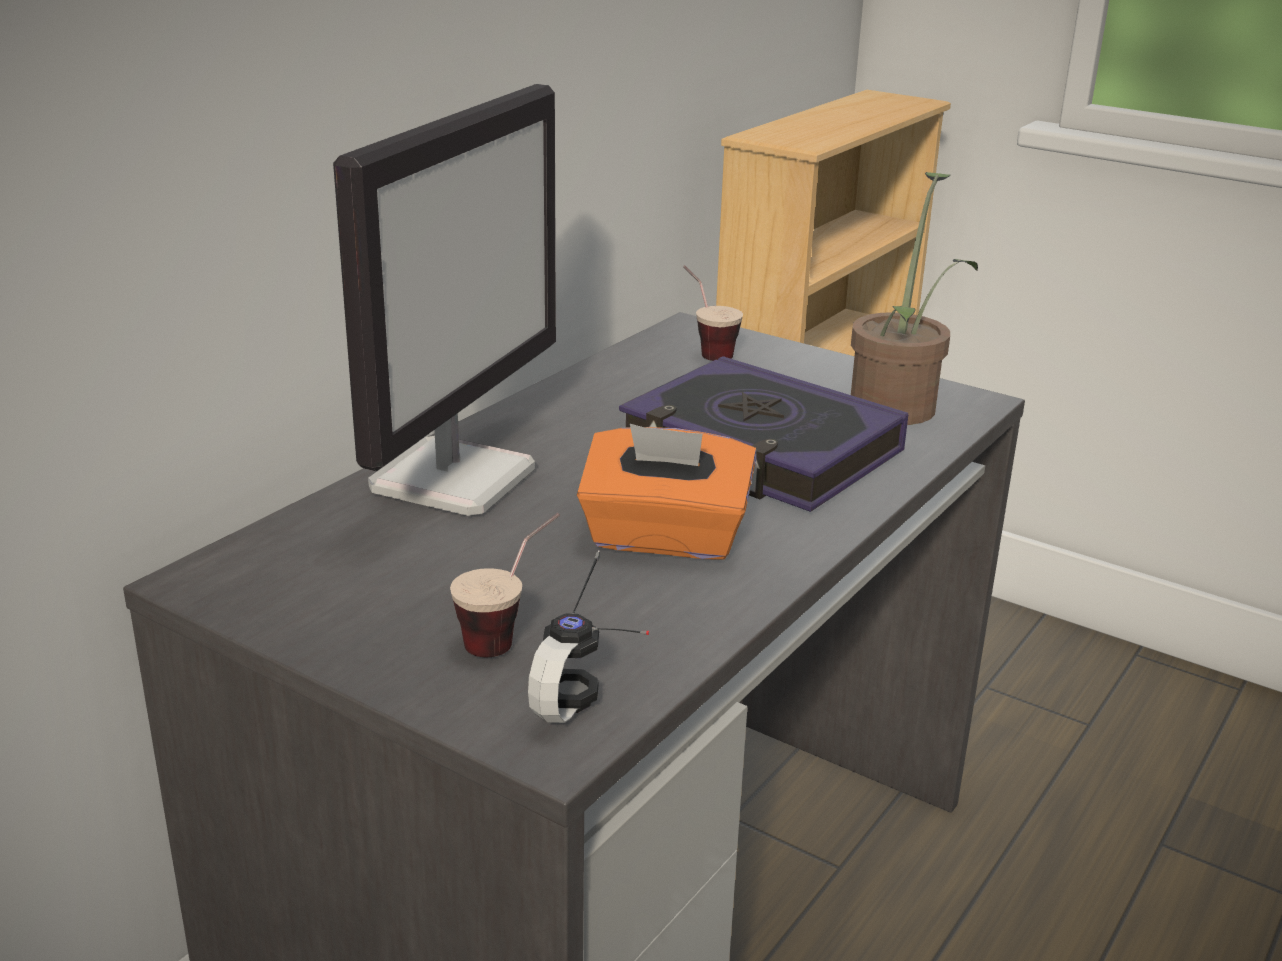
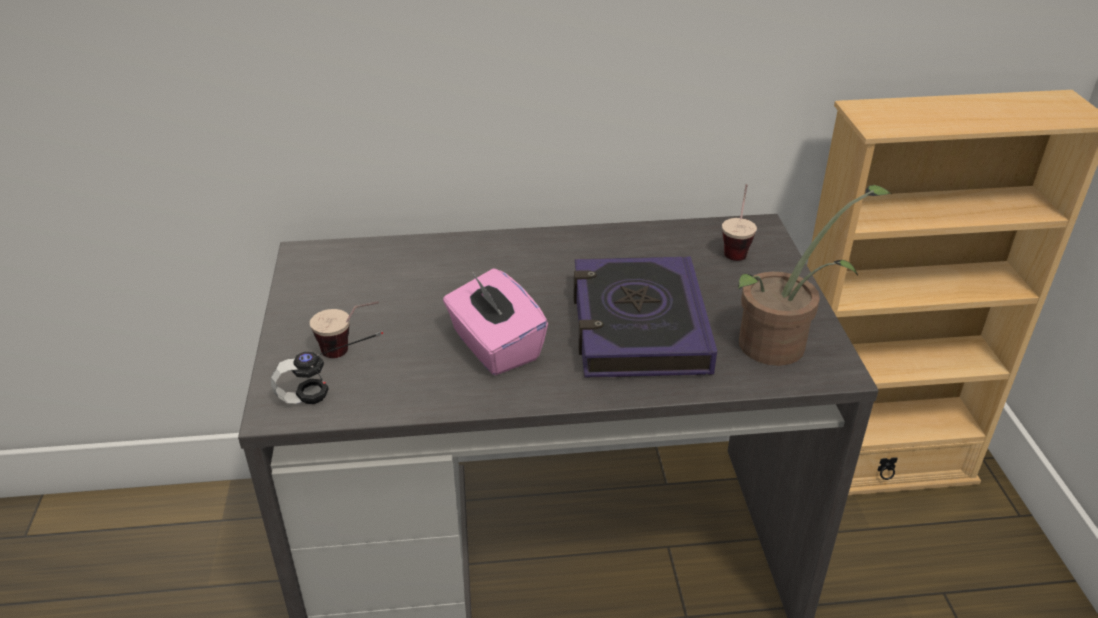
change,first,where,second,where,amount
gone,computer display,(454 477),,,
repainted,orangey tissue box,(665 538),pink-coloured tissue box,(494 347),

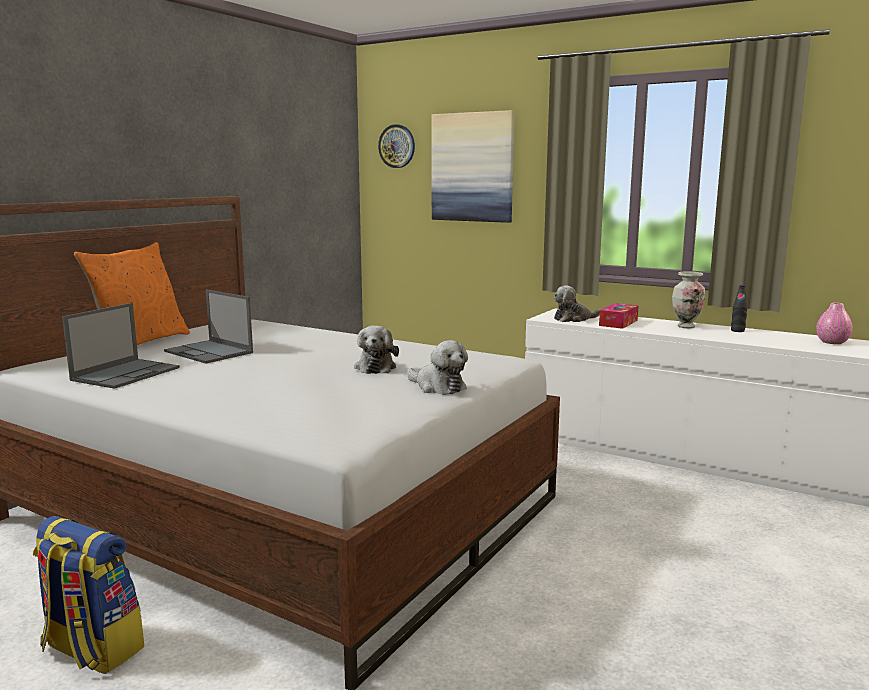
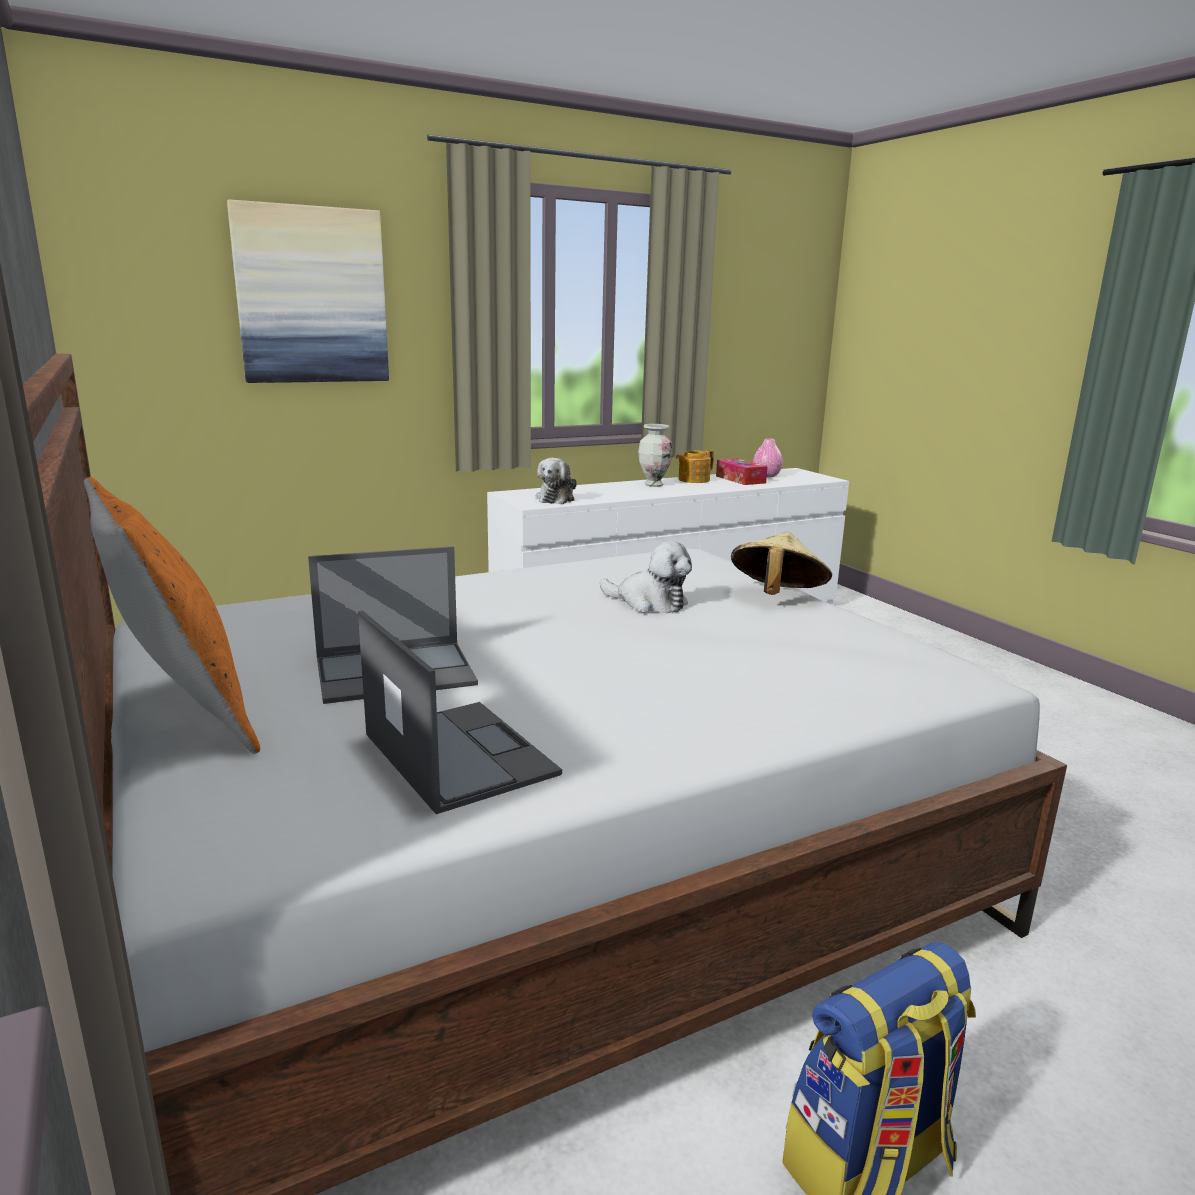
change,first,where,second,where,amount
gone,hanging clock,(397 146),,,
shifted,tissue box,(618 323),,(740 479),
swapped,plush toy,(437 387),beige clothing hat,(776 597),
swapped,black-coloured drink bottle,(737 331),pot for tea,(693 480),

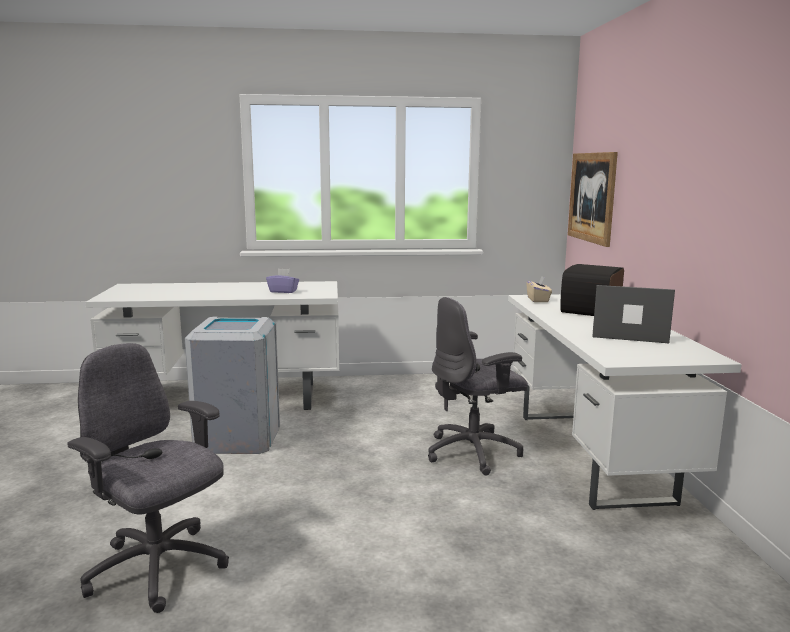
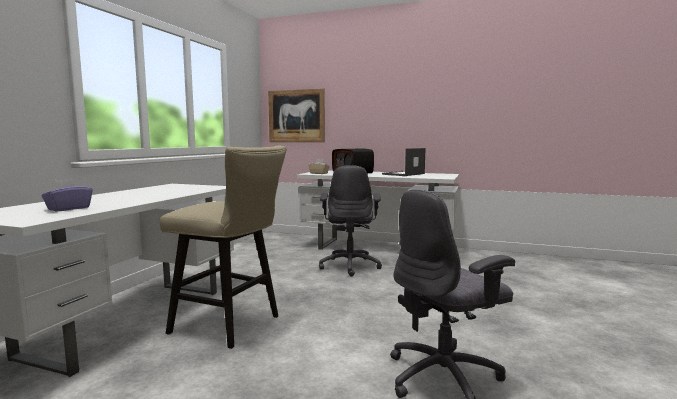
change,first,where,second,where,amount
shifted,purplish tissue box,(283 291),,(68 208),
swapped,gray rubbish bin,(237 437),beige stool seat,(232 325),

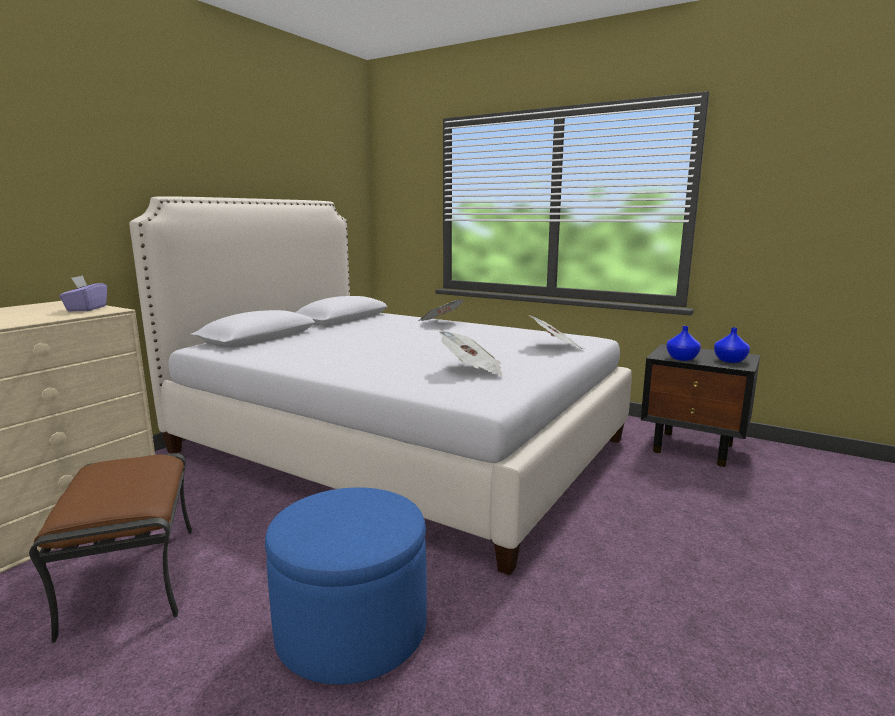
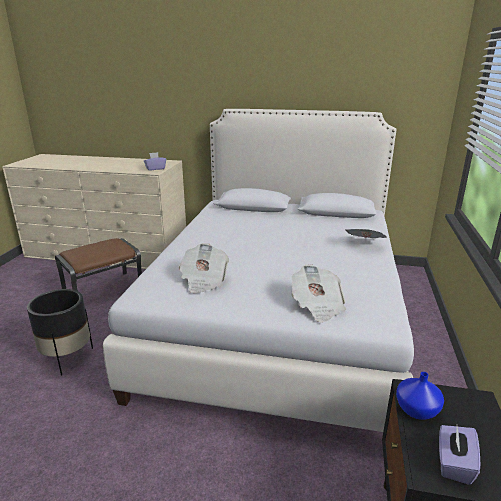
change,first,where,second,where,amount
swapped,blue ottoman,(352 629),black-coloured plant pot,(67 358),
swapped,blue flower vase,(730 360),purplish tissue box,(454 463),

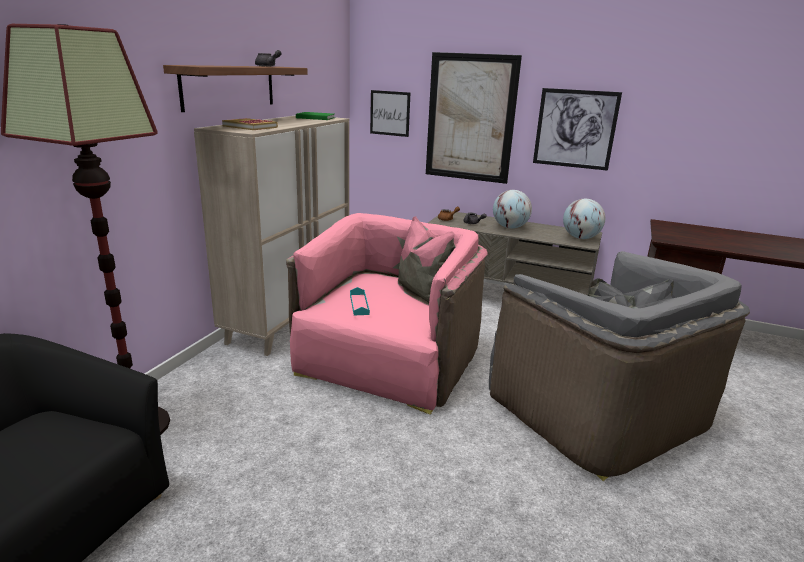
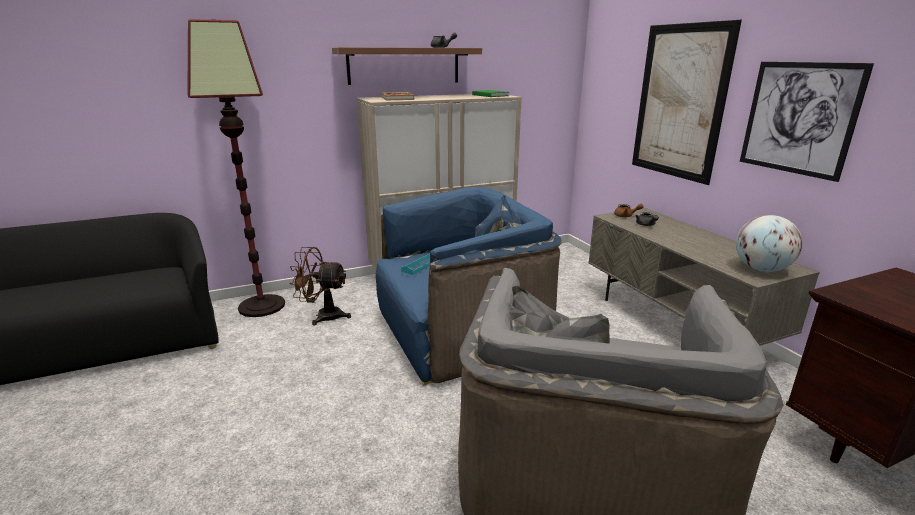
change,first,where,second,where,amount
gone,wall art,(390 113),,,
gone,desk globe,(510 227),,,
new,,,brown electric fan,(323 316),
repainted,pink-coloured lounge chair,(388 360),blue lounge chair,(461 332),

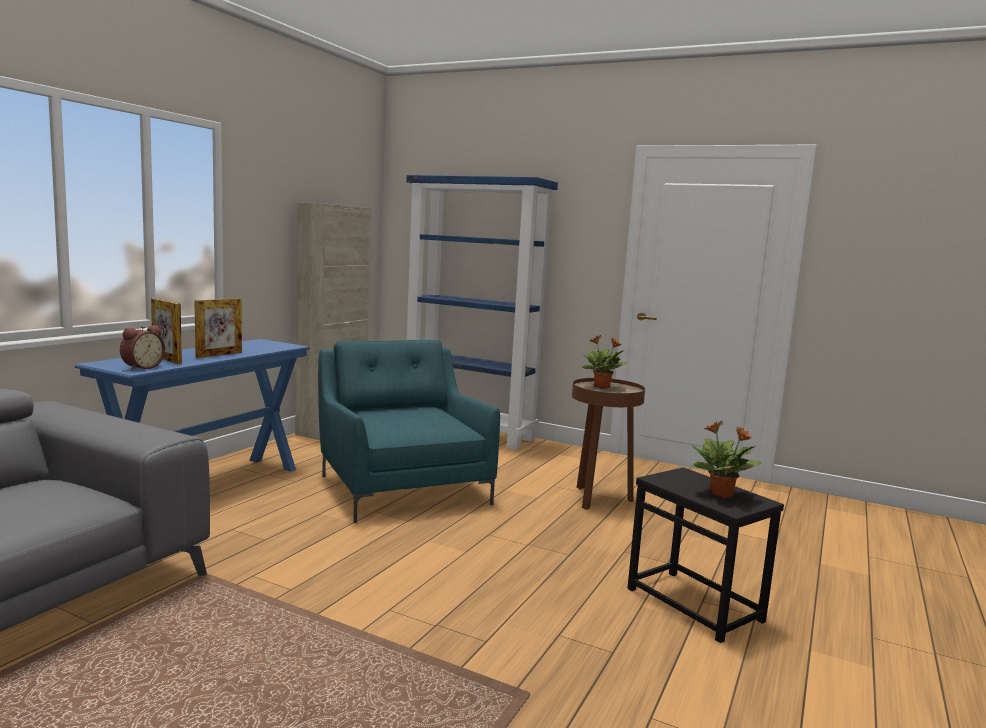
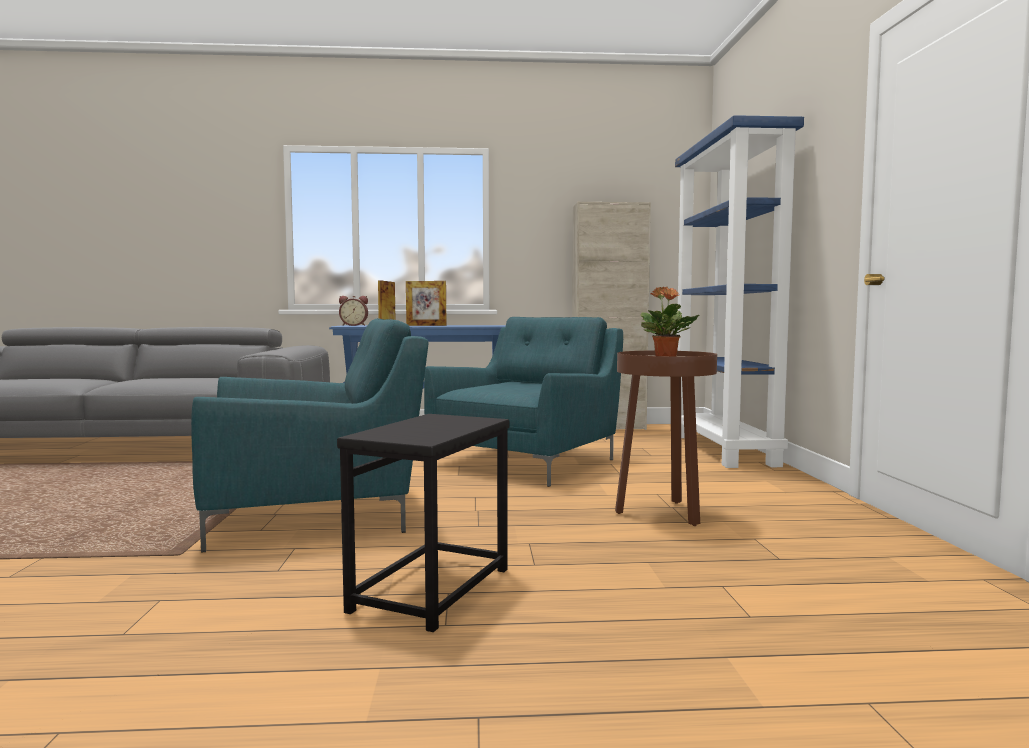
change,first,where,second,where,amount
gone,potted plant,(722 495),,,
new,,,blue-green lounge chair,(318 511),

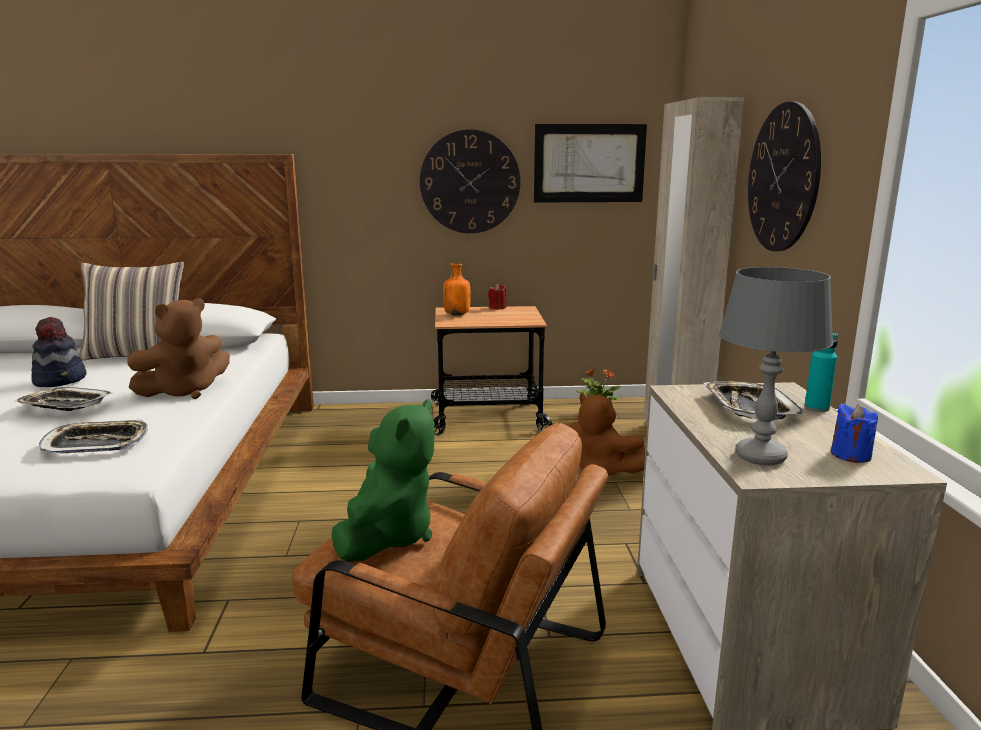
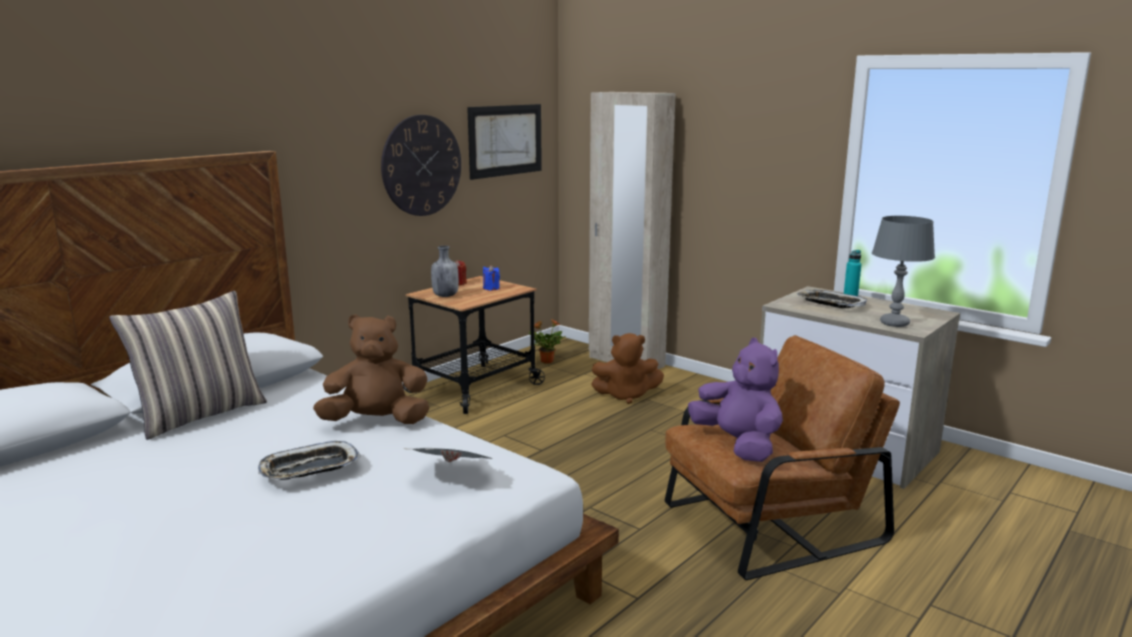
change,first,where,second,where,amount
gone,clothing hat,(61 380),,,
gone,hanging clock,(783 178),,,
shifted,blue wax light,(850 455),,(491 288),
swapped,tray,(96 444),daily paper,(452 475),
repainted,greenish plush toy,(388 536),purplish plush toy,(738 445),
repainted,orangey drink bottle,(457 314),gray drink bottle,(445 296),
rotated,brown plush toy,(185 391),,(376 421),105 degrees counterclockwise

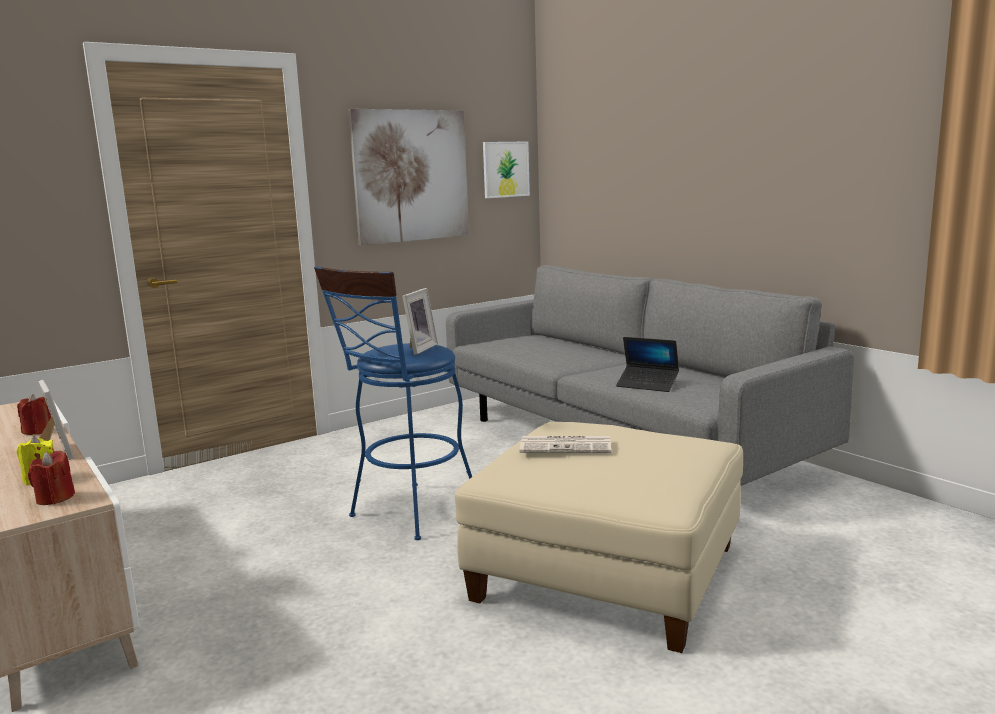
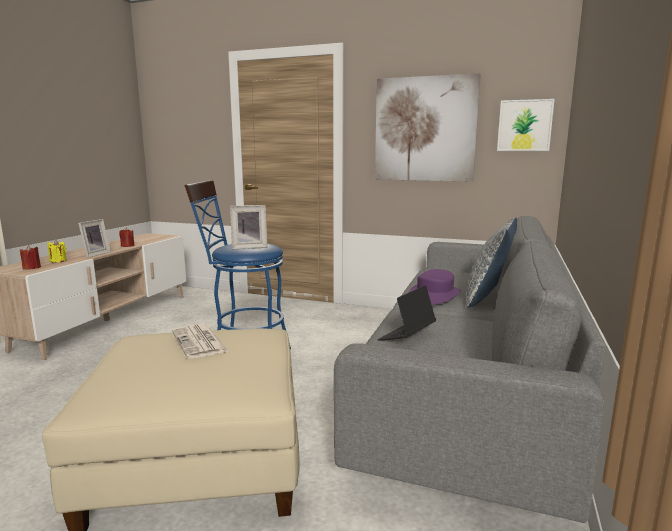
change,first,where,second,where,amount
new,,,purplish clothing hat,(435 295),
new,,,cushion,(489 298),
rotated,laptop,(647 385),,(406 336),45 degrees clockwise

